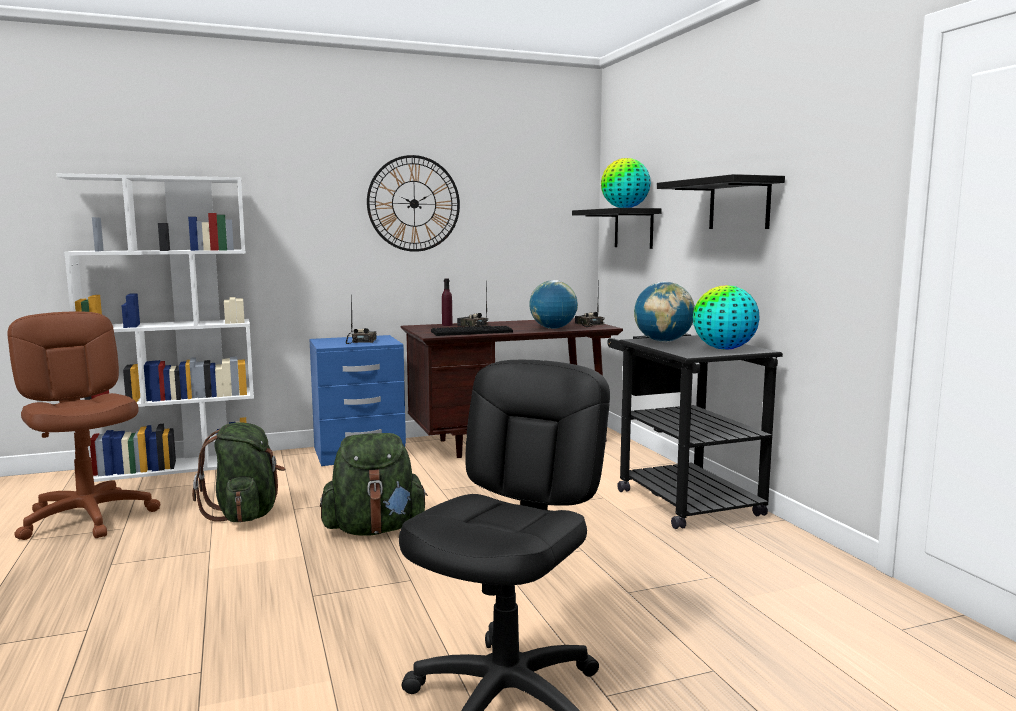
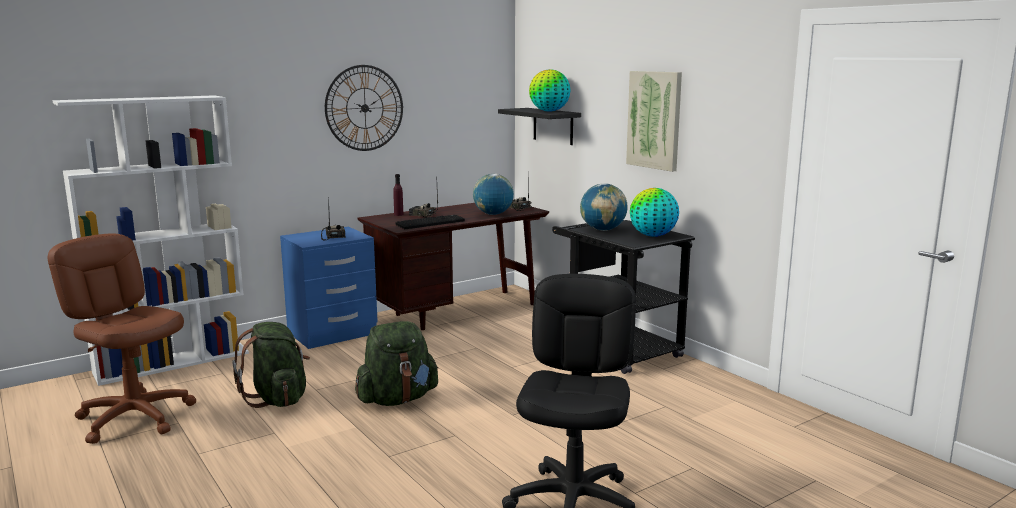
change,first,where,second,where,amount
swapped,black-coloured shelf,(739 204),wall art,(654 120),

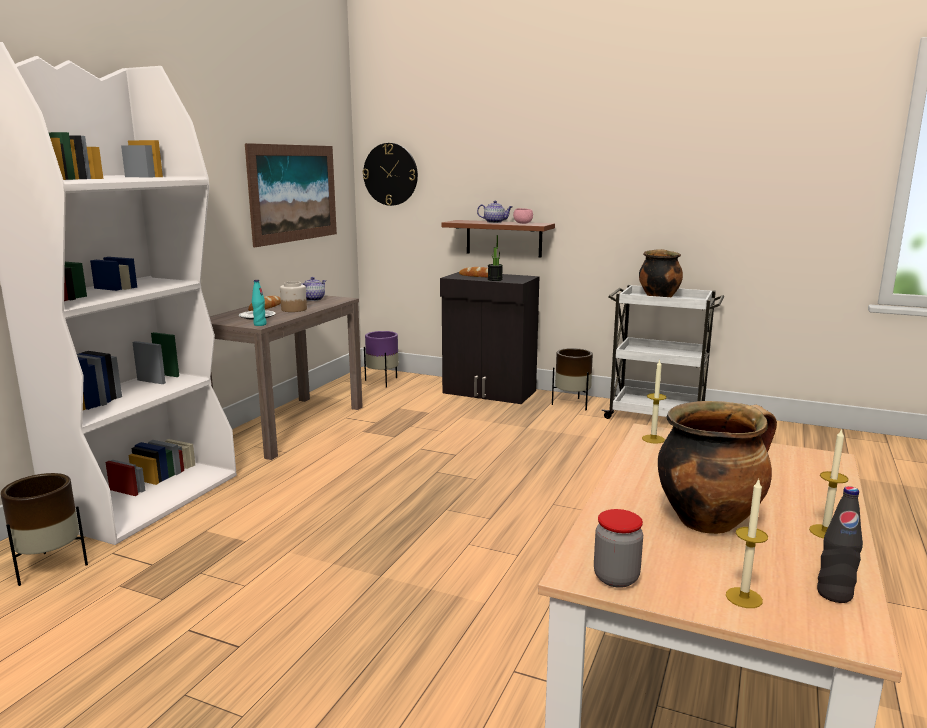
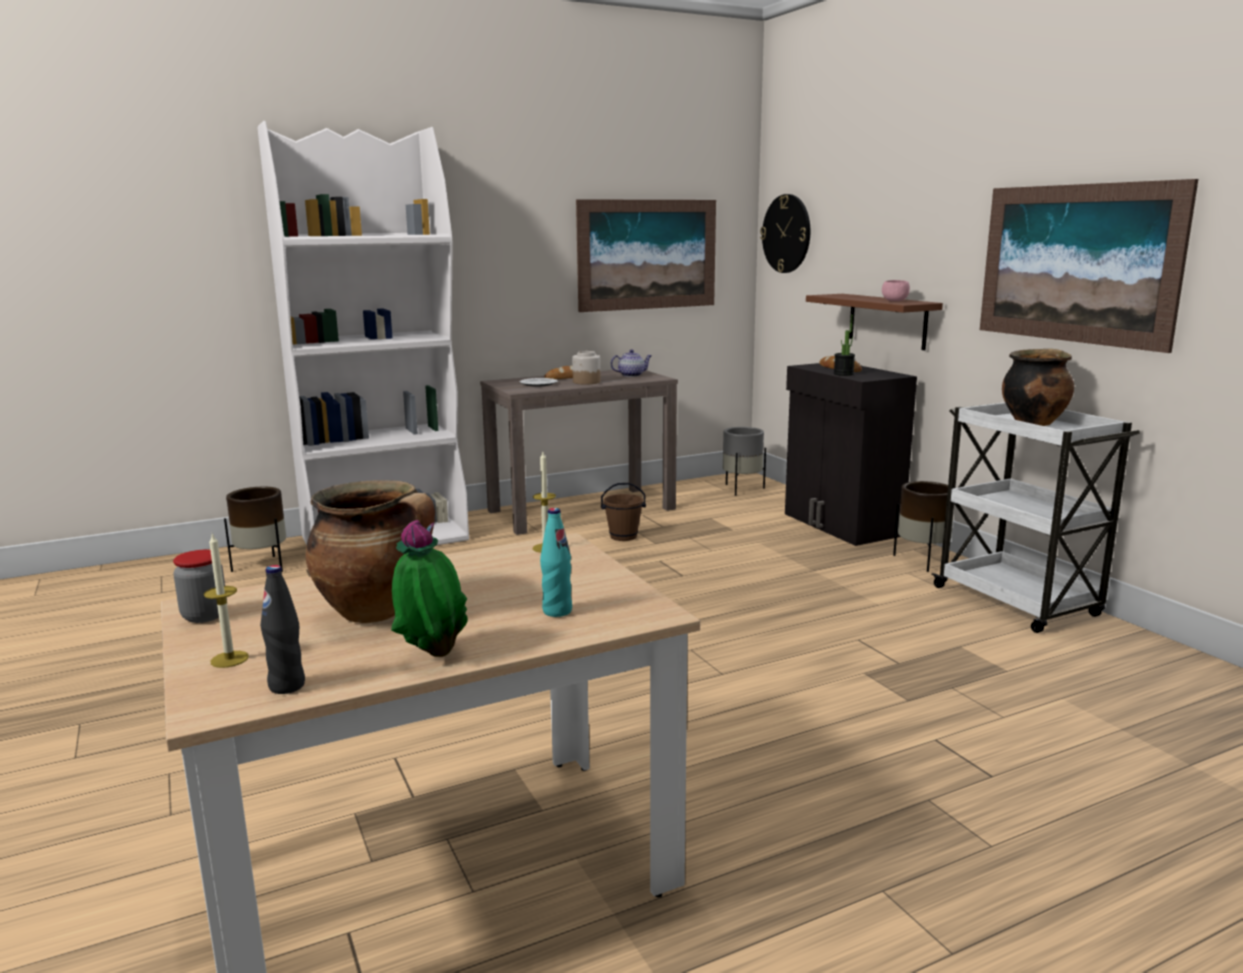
change,first,where,second,where,amount
gone,pot for tea,(495 222),,,
new,,,brown pail,(623 536),
new,,,wall art,(1076 263),
shifted,blue-green drink bottle,(260 324),,(557 611),
swapped,wax light,(825 532),potted plant,(432 654),
repainted,purplish plant pot,(383 381),gray plant pot,(742 489),

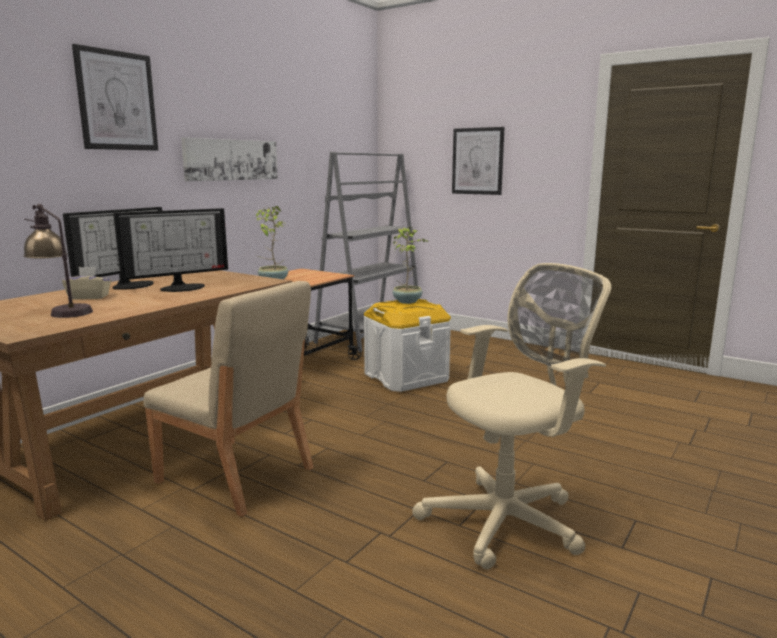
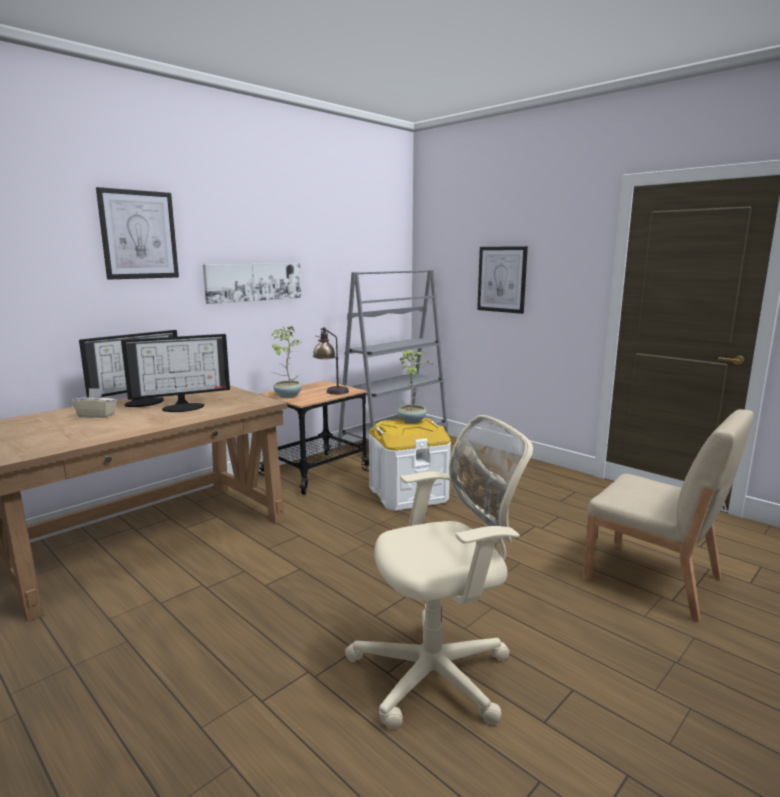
change,first,where,second,where,amount
shifted,tabletop lamp,(62 311),,(331 390),
shifted,beige chair,(236 476),,(654 580),

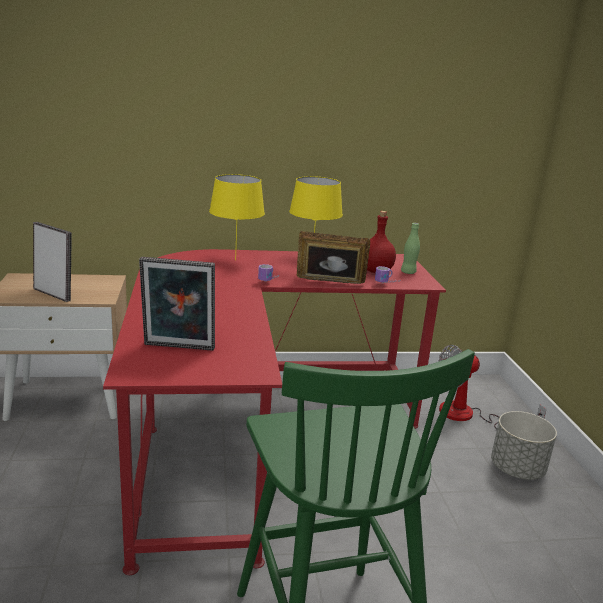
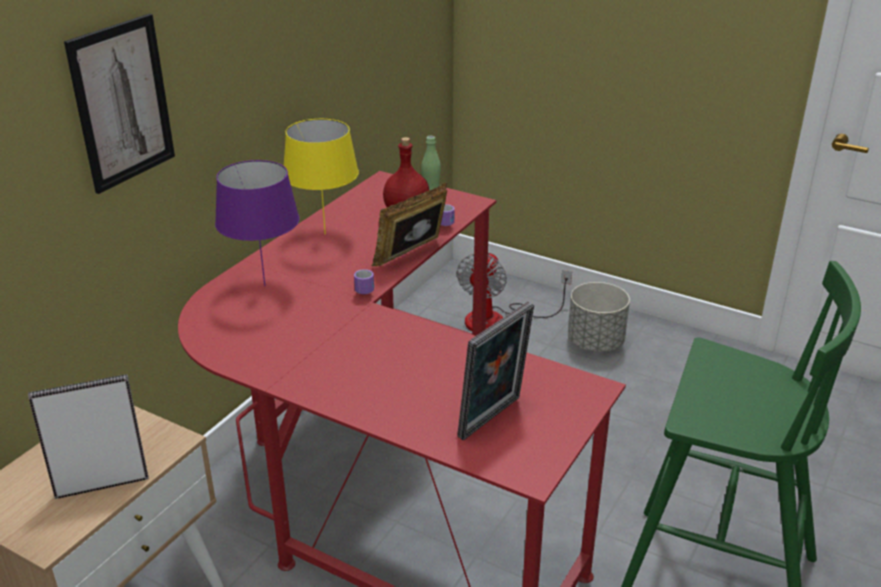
change,first,where,second,where,amount
new,,,wall art,(122 103),
repainted,yellowish tabletop lamp,(235 259),purplish tabletop lamp,(263 285),

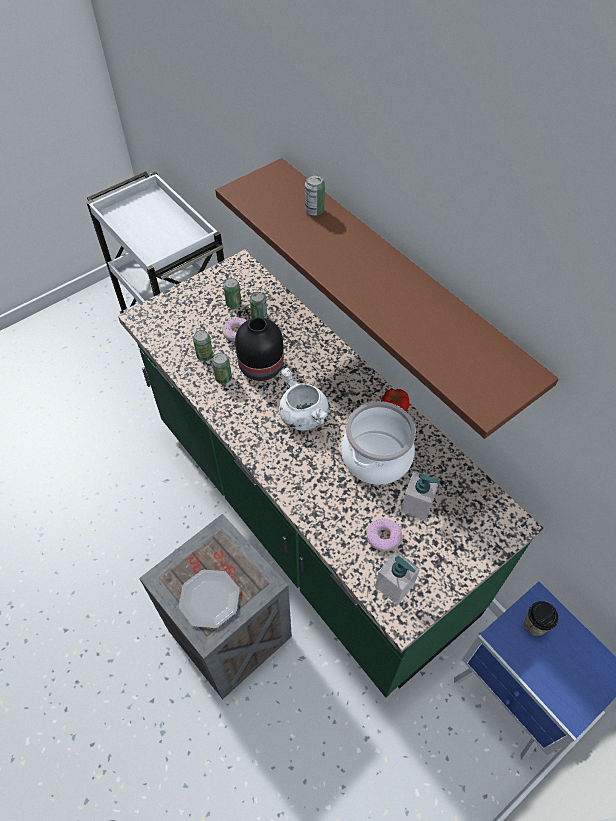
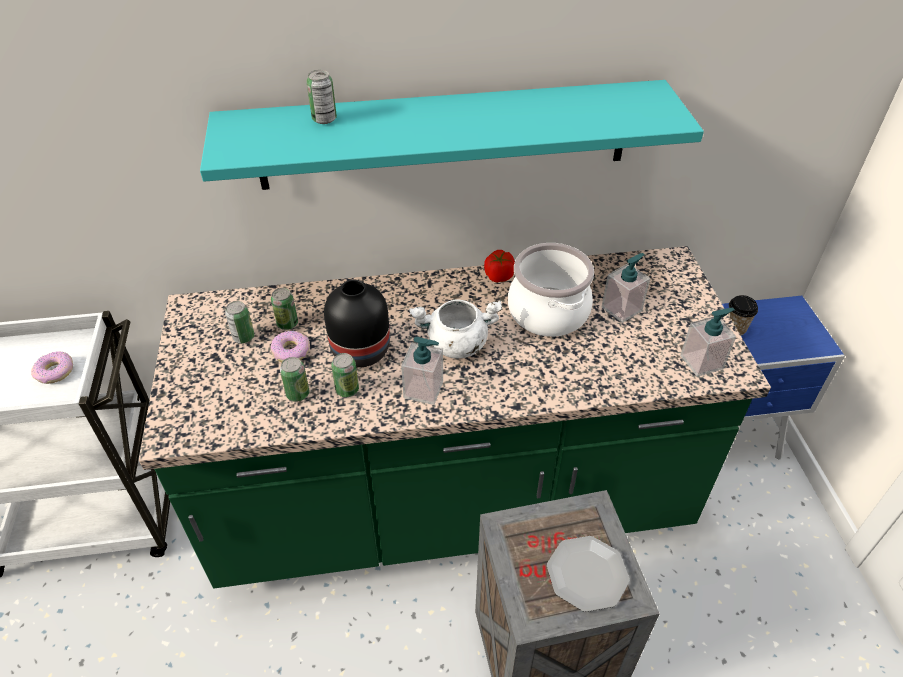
change,first,where,second,where,amount
new,,,liquid soap bottle,(423 390),
shifted,ring doughnut,(383 537),,(55 372),
repainted,brown shelf,(398 282),blue-green shelf,(445 135),

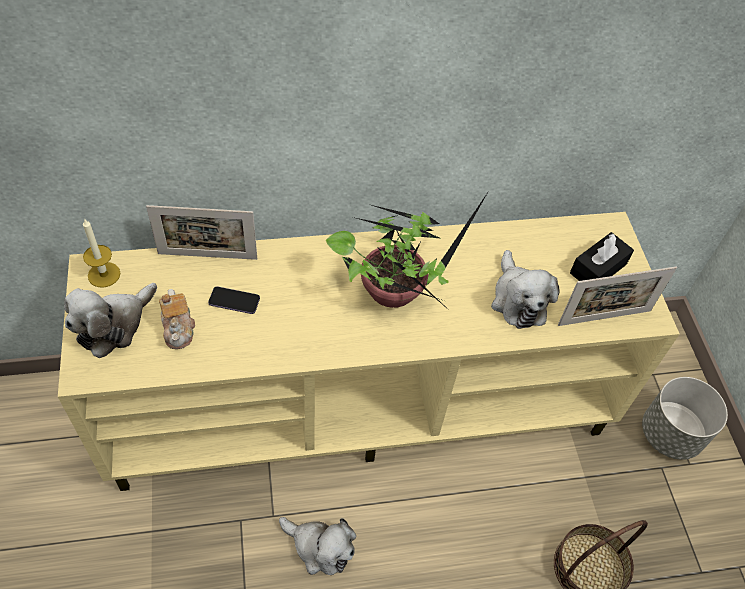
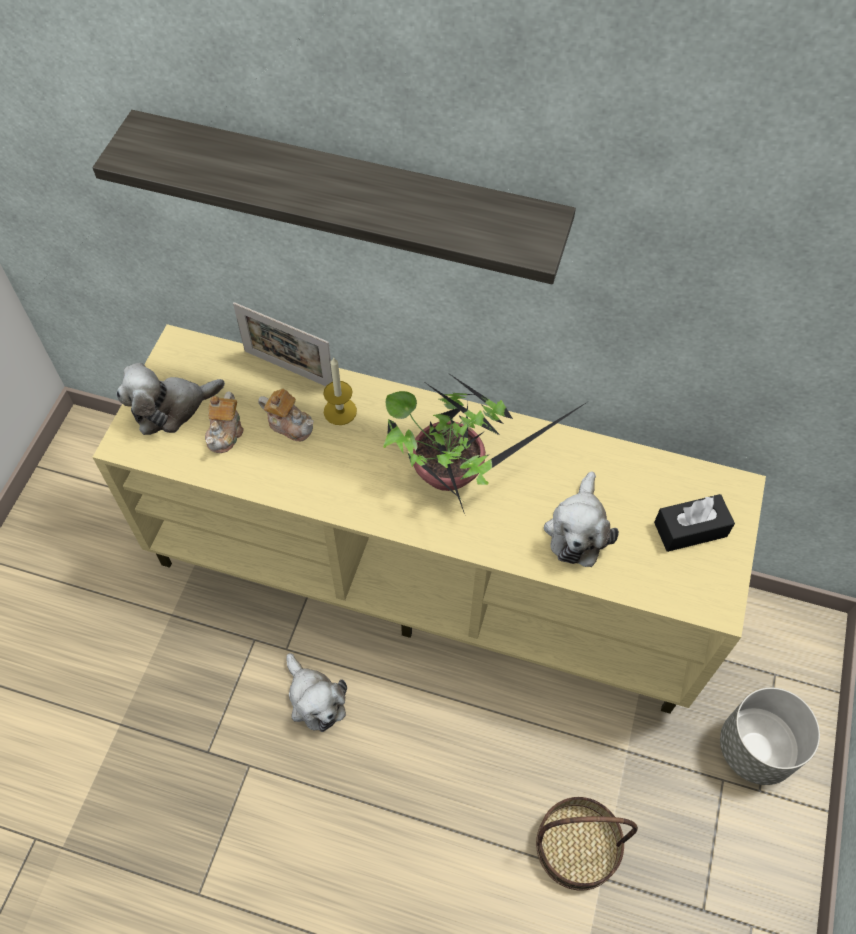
change,first,where,second,where,amount
gone,photo frame,(604 318),,,
new,,,shelf,(349 193),
shifted,wax light,(104 274),,(340 411),
swapped,handset,(234 301),pot for tea,(290 424),

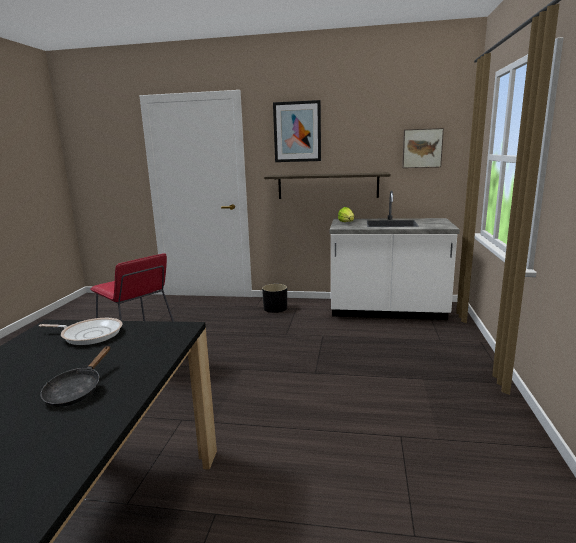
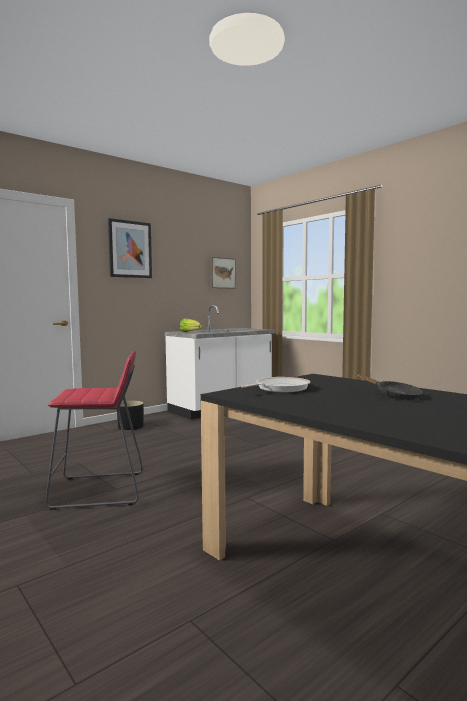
change,first,where,second,where,amount
gone,shelf,(327 186),,,

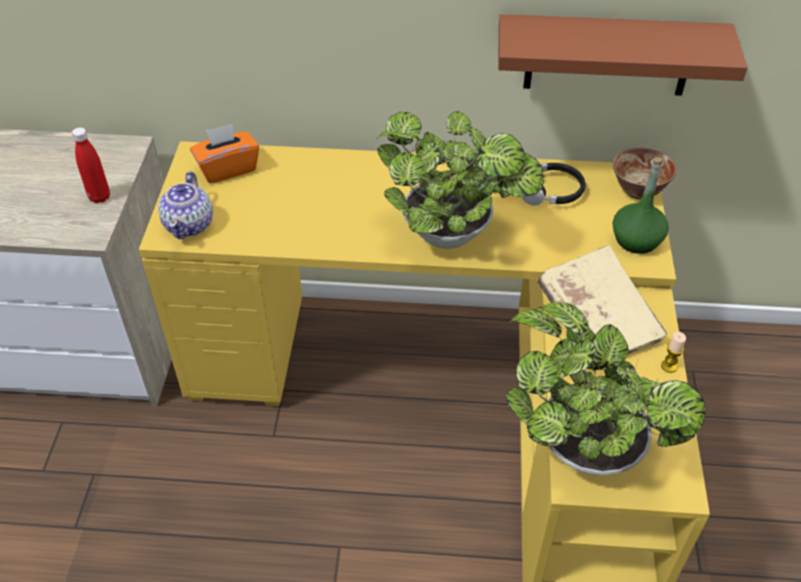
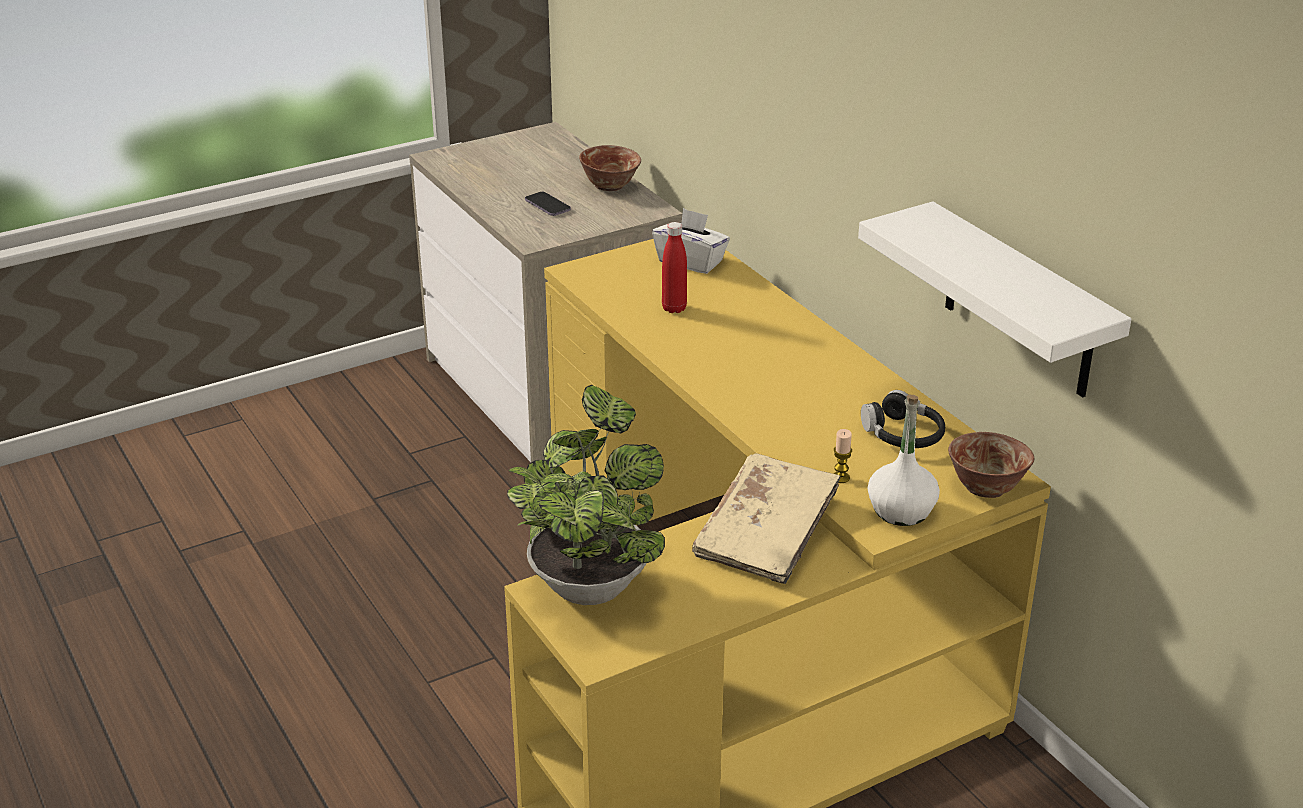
change,first,where,second,where,amount
gone,pot for tea,(190 224),,,
gone,potted plant,(453 235),,,
new,,,handset,(547 206),
new,,,serving bowl,(610 186),
shifted,red-coloured drink bottle,(99 197),,(674 308),
shifted,wax light,(669 366),,(840 478),
repainted,orangey tissue box,(227 168),white tissue box,(691 262),
repainted,brown shelf,(608 55),white shelf,(1019 303),
repainted,greenish drink bottle,(636 240),white drink bottle,(901 510),

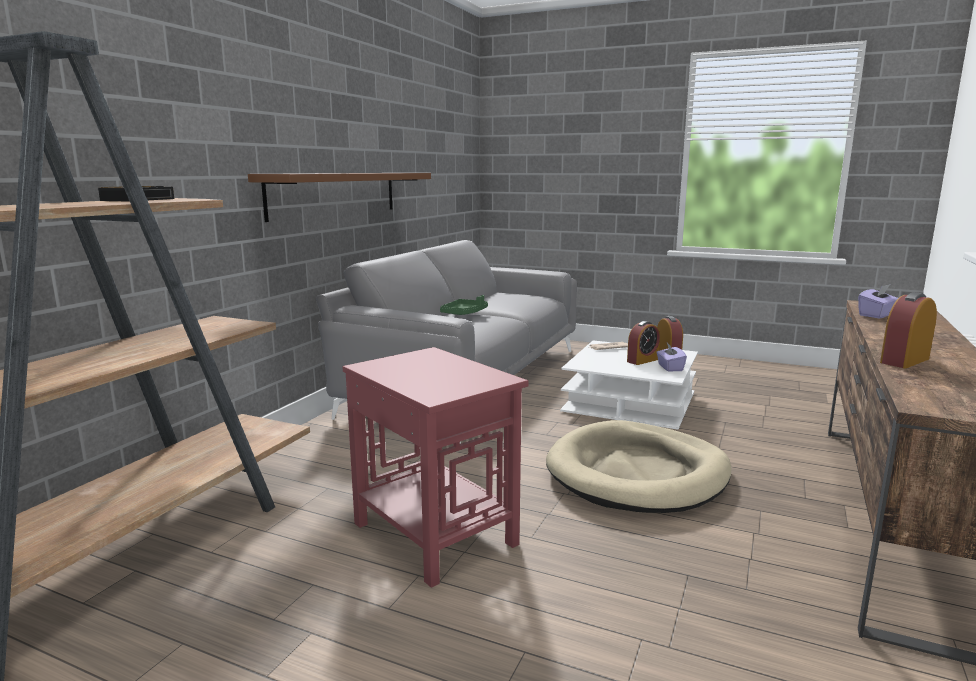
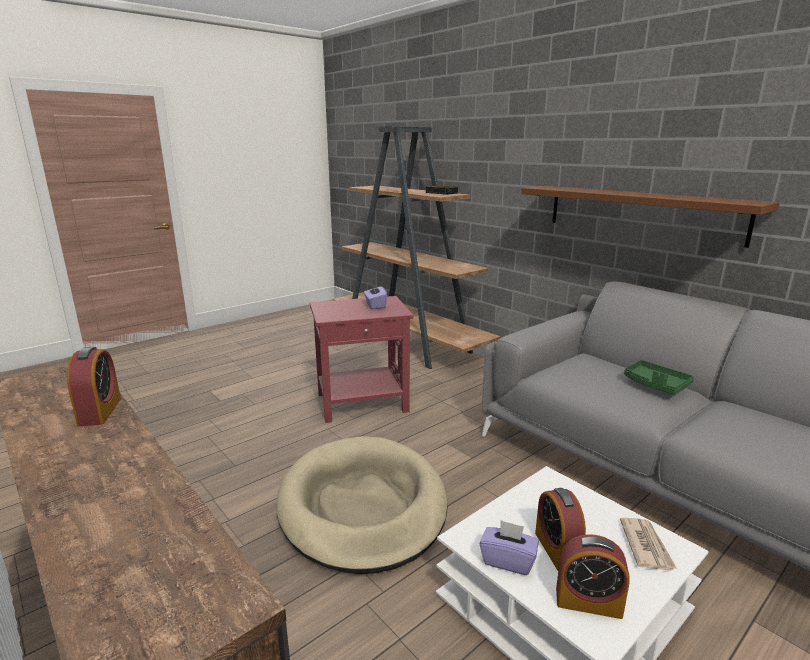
change,first,where,second,where,amount
shifted,purplish tissue box,(876 315),,(375 305),

